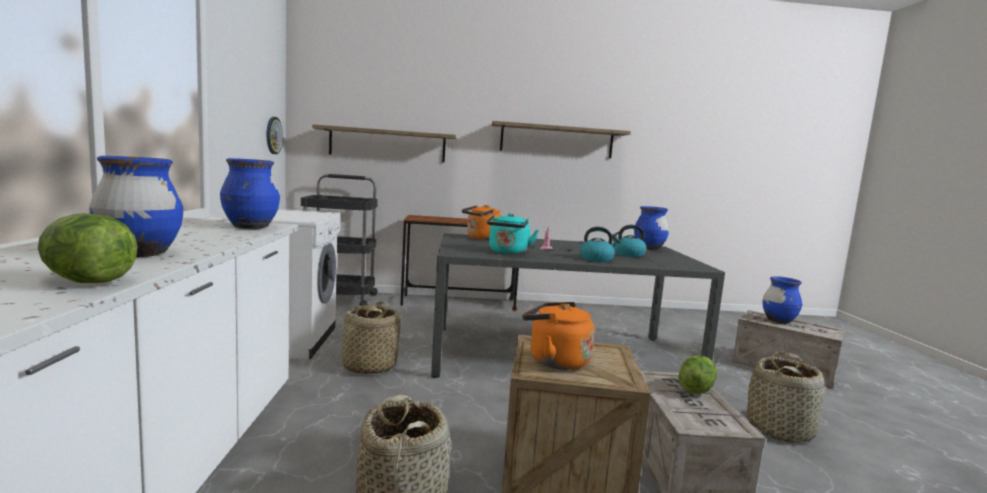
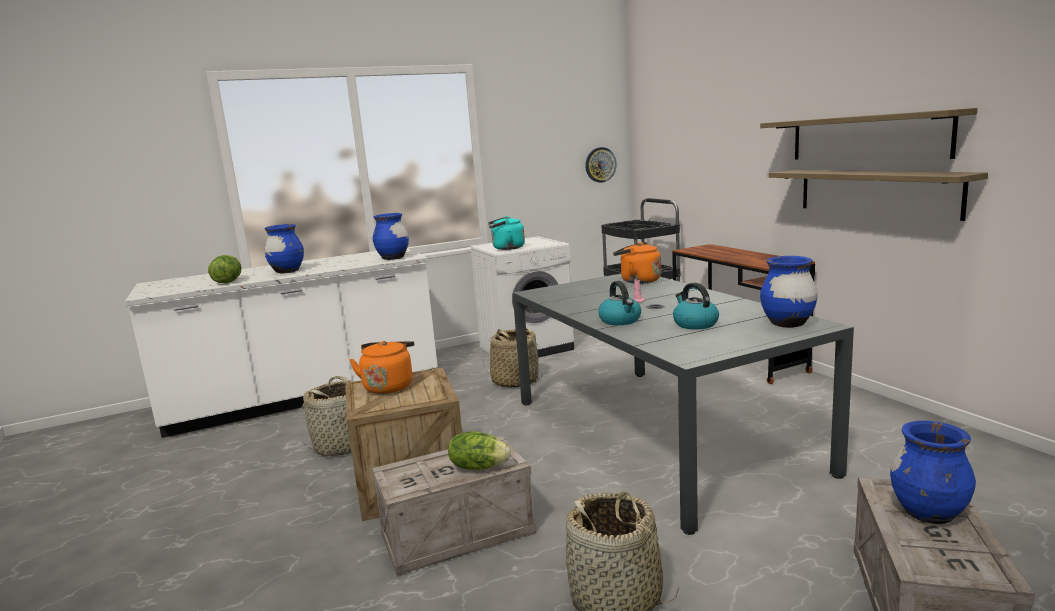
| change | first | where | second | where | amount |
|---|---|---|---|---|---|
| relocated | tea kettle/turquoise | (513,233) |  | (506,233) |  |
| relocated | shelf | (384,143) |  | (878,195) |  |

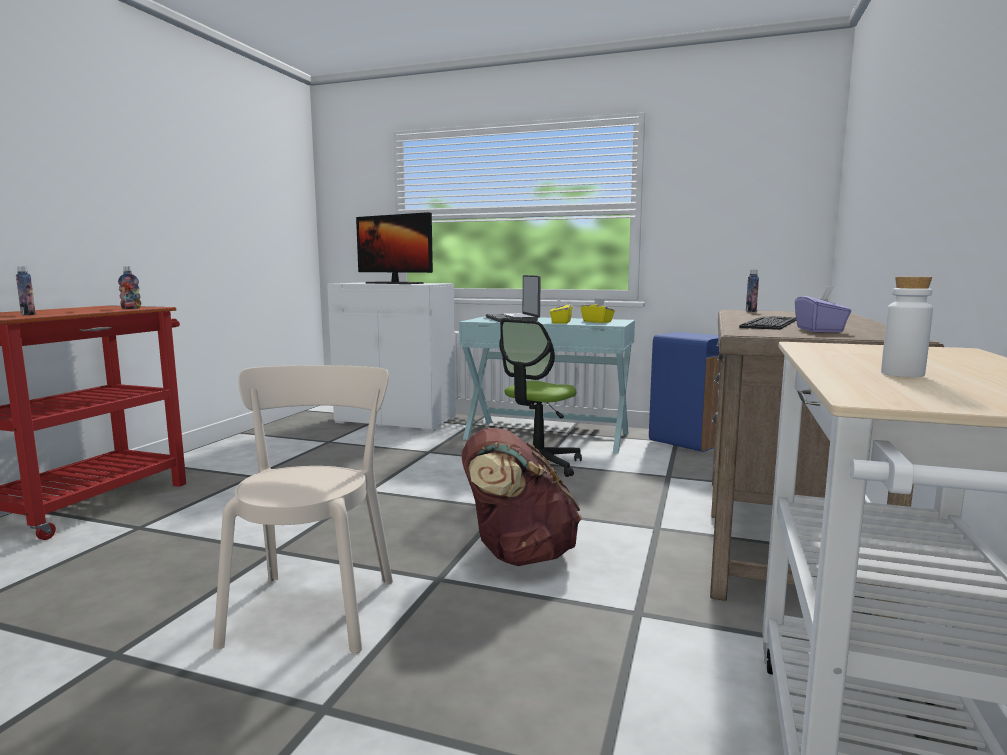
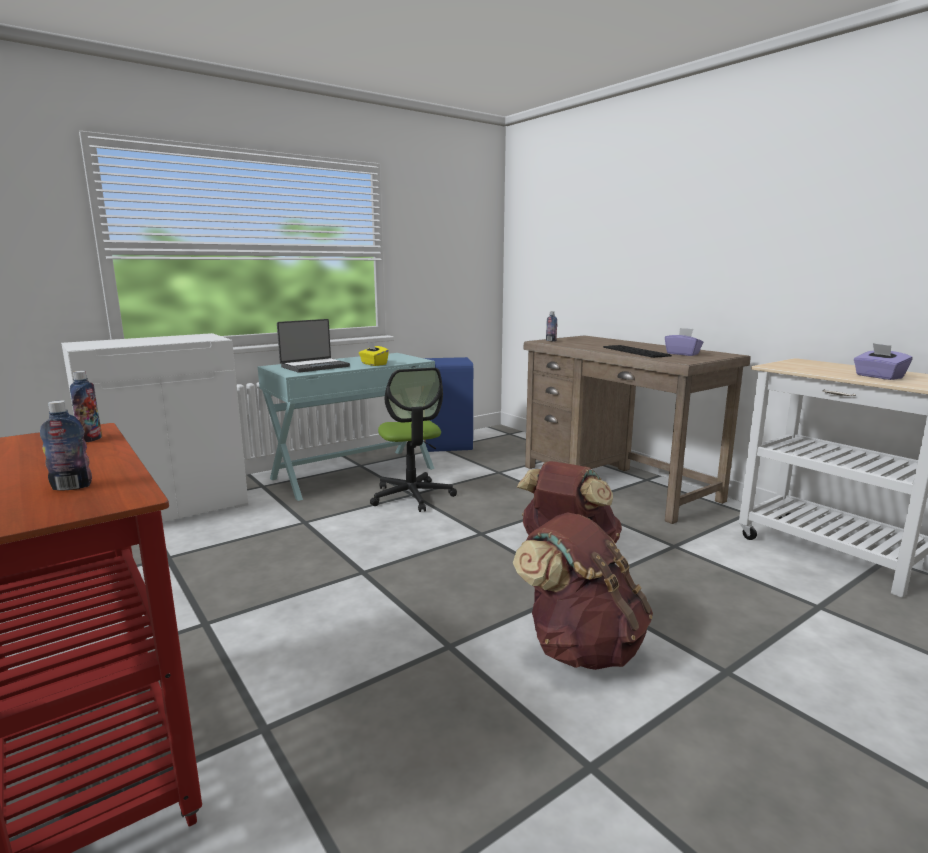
| change | first | where | second | where | amount |
|---|---|---|---|---|---|
| spun | portable computer | (513,298) |  | (313,346) | 60 degrees counterclockwise |
| exchanged | plain chair/beige-coloured | (303,509) | rucksack/brownish | (583,591) |  |
| exchanged | beverage bottle/white | (907,326) | tissue box/purplish | (883,361) |  |
| missing | computer screen | (394,248) |  |  |  |
| missing | tissue box/yellow-coloured | (598,310) |  |  |  |

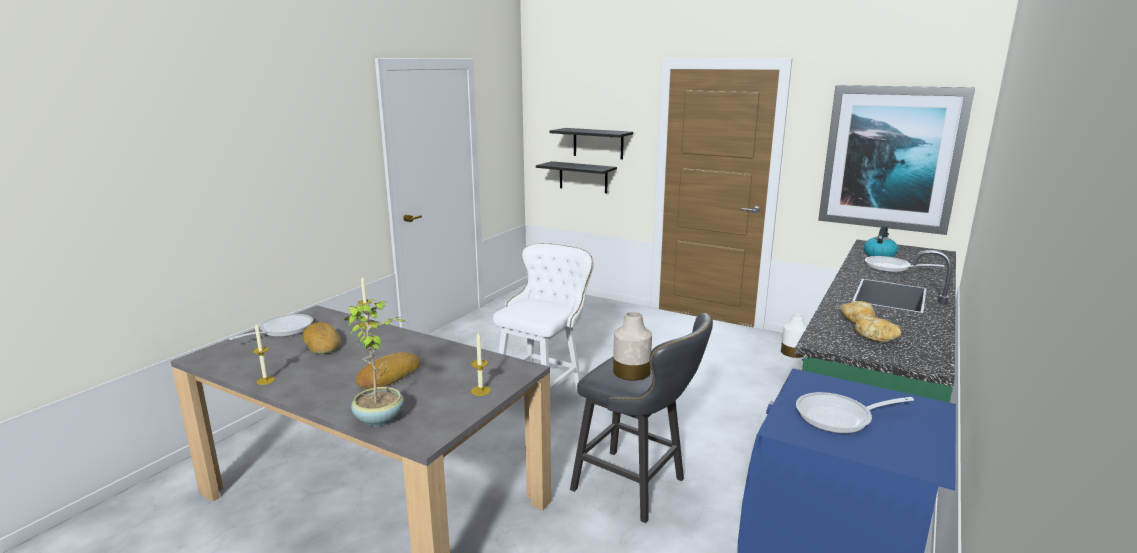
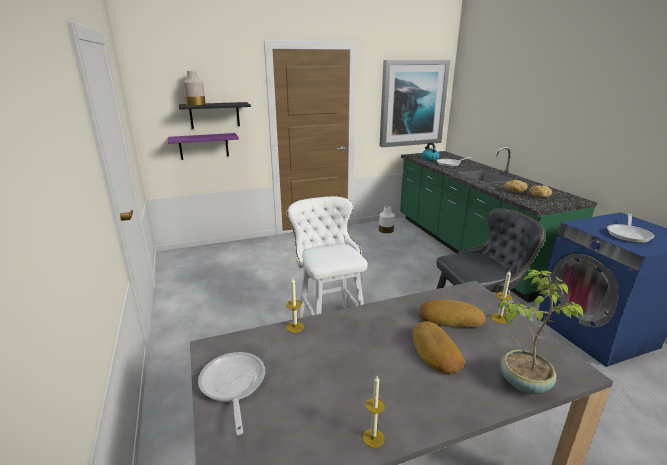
| change | first | where | second | where | amount |
|---|---|---|---|---|---|
| colour | shelf/black | (576,177) | shelf/purplish | (203,146) |  |
| relocated | decorative vase/beige-coloured | (632,346) |  | (194,88) |  |
| relocated | bread | (322,338) |  | (452,314) |  |

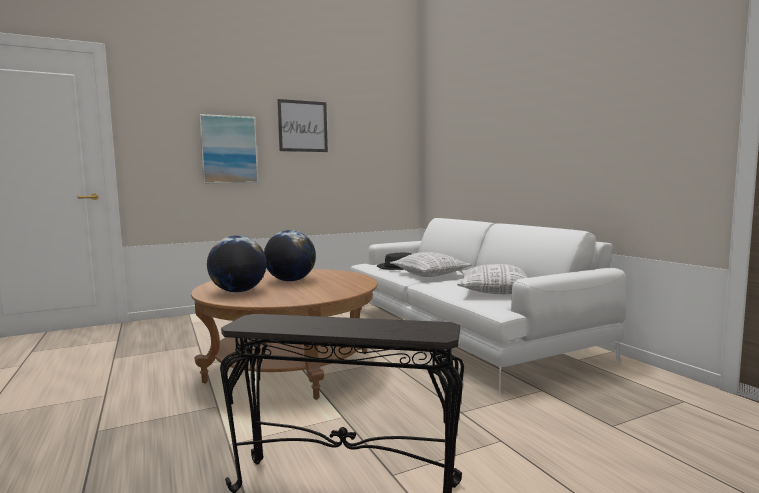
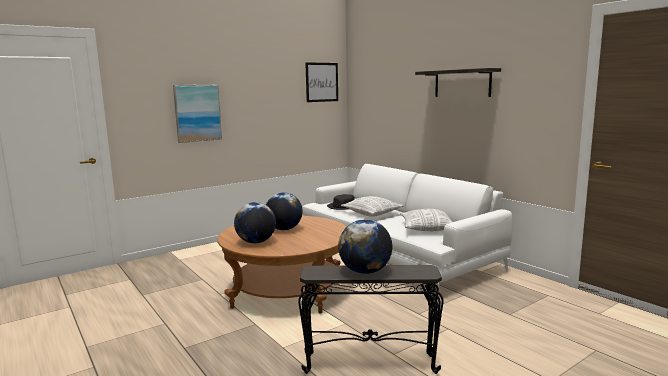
| change | first | where | second | where | amount |
|---|---|---|---|---|---|
| relocated | picture | (302,125) |  | (321,82) |  |
| appeared |  |  | desk globe | (365,246) |  |
| appeared |  |  | shelf | (458,82) |  |

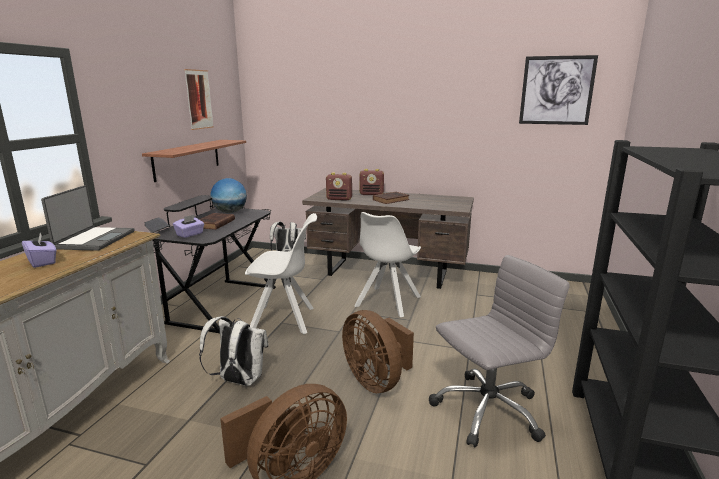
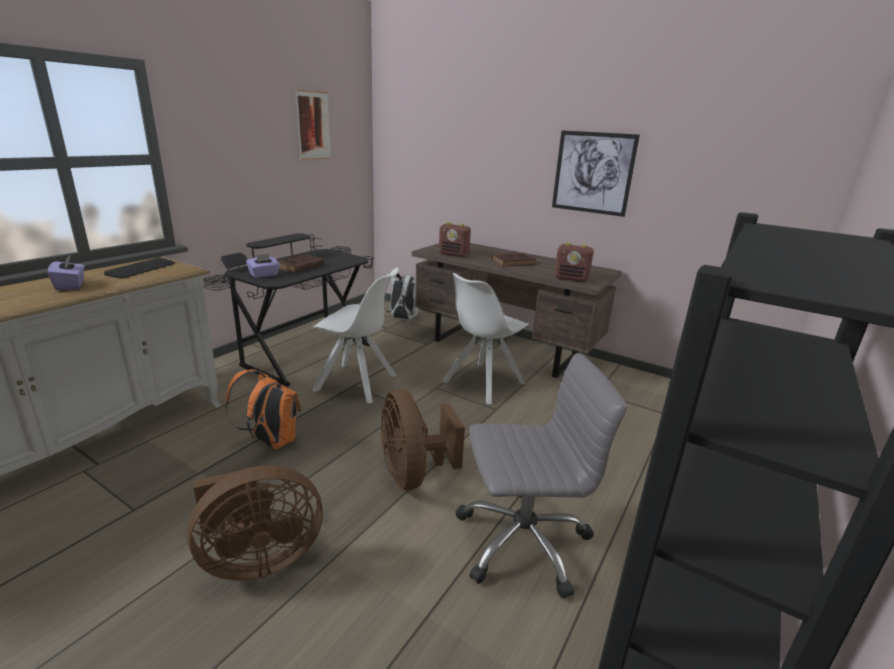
| change | first | where | second | where | amount |
|---|---|---|---|---|---|
| exchanged | portable computer | (88,218) | computer keyboard | (139,267) |  |
| colour | rucksack/white | (234,351) | rucksack/orange-coloured | (263,409) |  |
| relocated | picture | (558,90) |  | (596,173) |  |
| relocated | radio | (371,182) |  | (574,262) |  |
| missing | shelf | (194,161) |  |  |  |
| missing | desk globe | (228,195) |  |  |  |

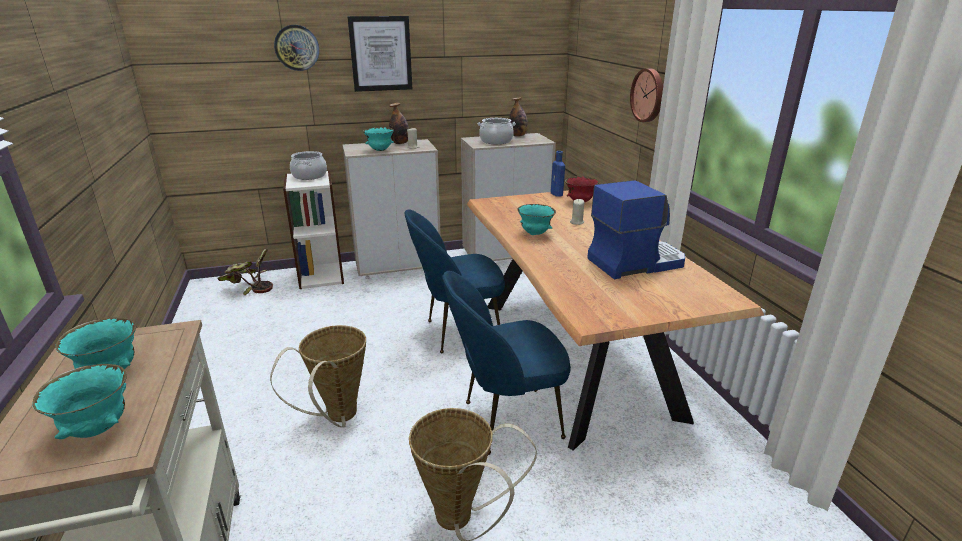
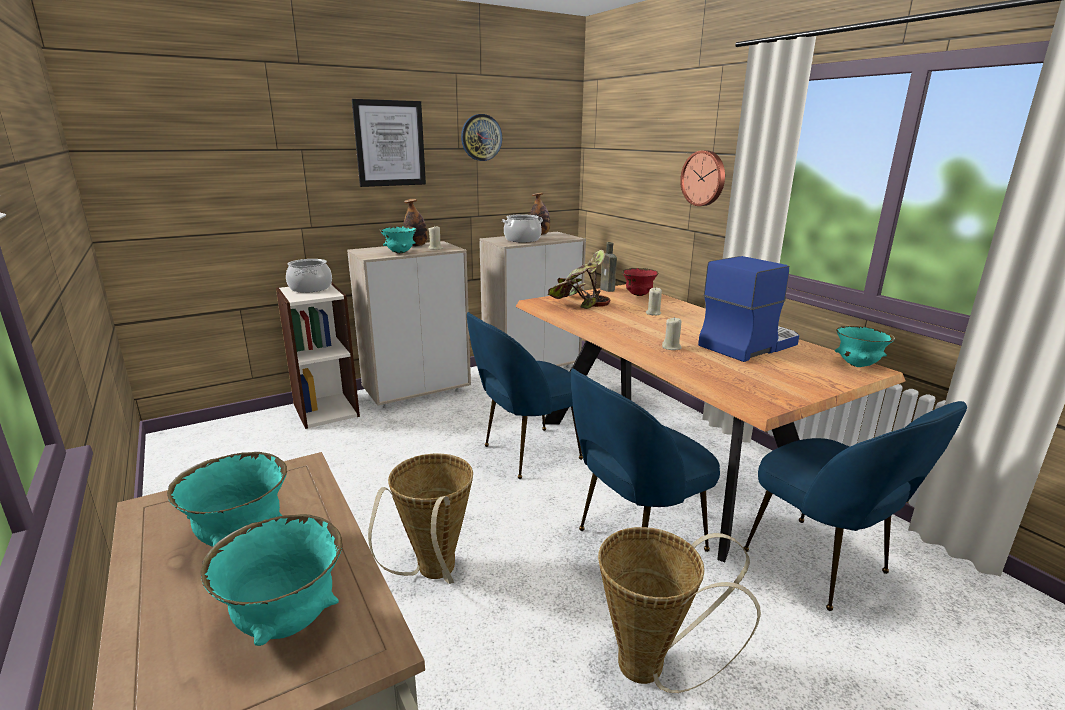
| change | first | where | second | where | amount |
|---|---|---|---|---|---|
| relocated | clock on the wall | (296,48) |  | (481,137) |  |
| relocated | houseplant | (245,272) |  | (579,279) |  |
| colour | beverage bottle/bluish | (558,174) | beverage bottle/brownish | (608,267) |  |
| appeared |  |  | wax candle/beige-coloured | (672,333) |  |
| appeared |  |  | plain chair/bluish | (855,506) |  |
| relocated | serving bowl/turquoise | (536,219) |  | (865,346) |  |

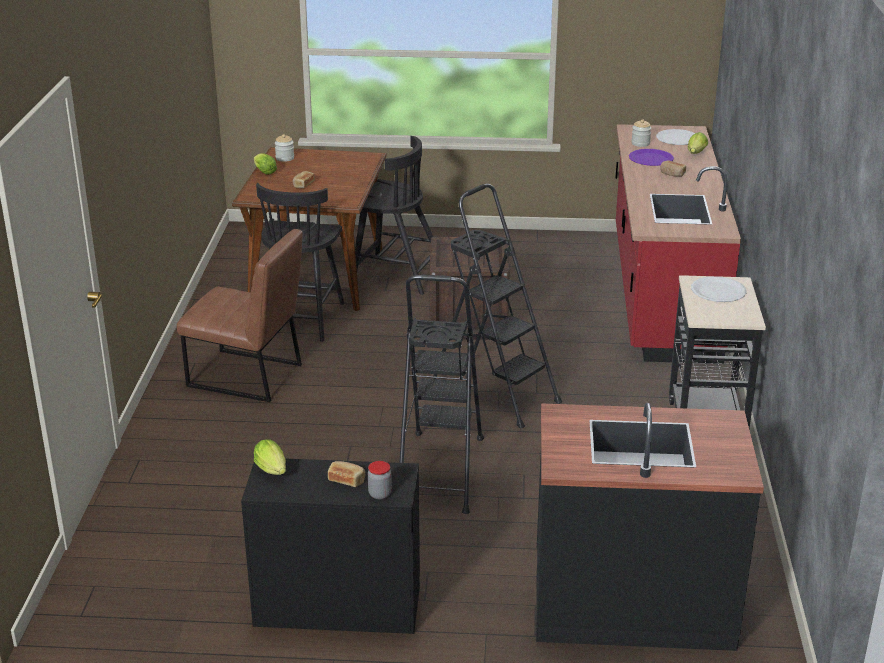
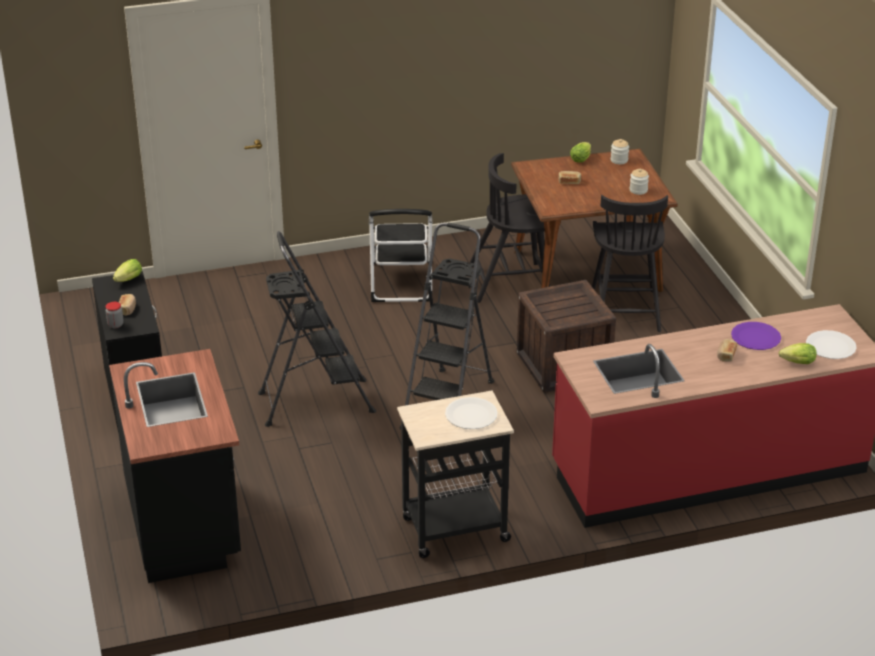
| change | first | where | second | where | amount |
|---|---|---|---|---|---|
| exchanged | plain chair/brownish | (240,315) | step stool | (401,255) |  |
| relocated | storage jar | (641,133) |  | (639,181) |  |

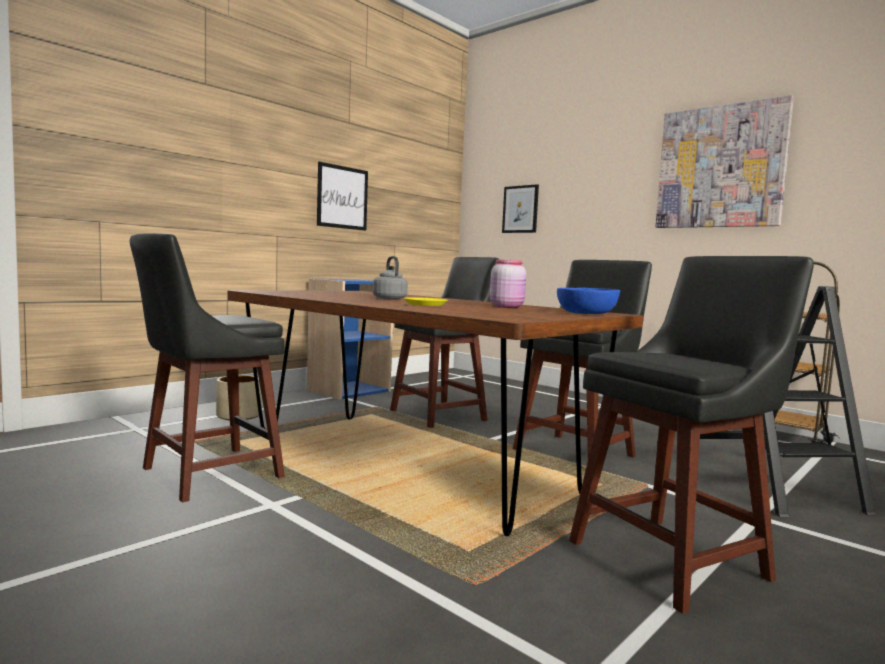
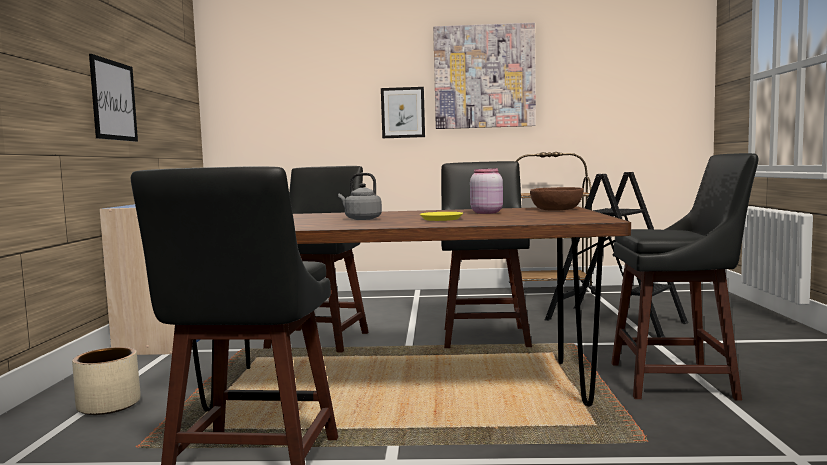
| change | first | where | second | where | amount |
|---|---|---|---|---|---|
| relocated | picture | (520,208) |  | (403,112) |  |
| colour | serving bowl/bluish | (588,301) | serving bowl/brownish | (556,199) |  |
| spun | plain chair/black | (691,435) |  | (684,276) | 75 degrees clockwise |

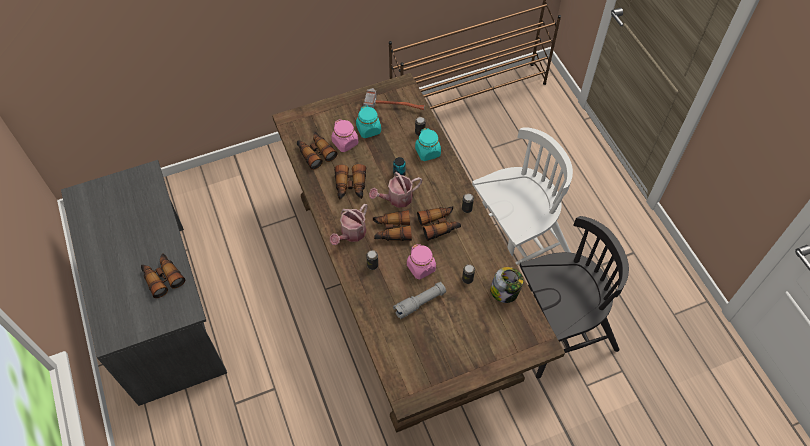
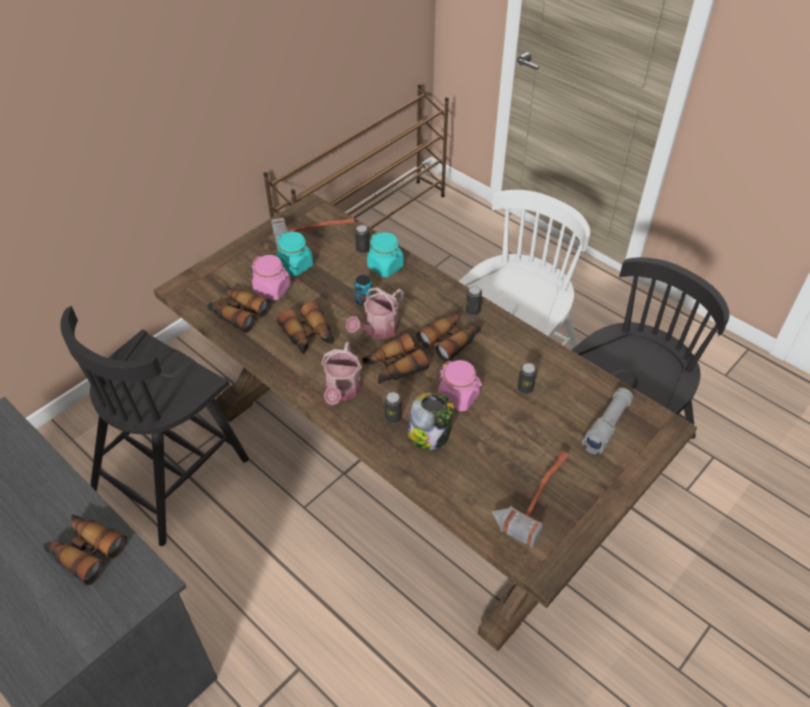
| change | first | where | second | where | amount |
|---|---|---|---|---|---|
| appeared |  |  | plain chair/black | (154,426) |  |
| relocated | storage jar | (506,285) |  | (431,421) |  |
| appeared |  |  | hand hammer | (530,499) |  |
| relocated | hand torch/greyish | (419,300) |  | (607,421) |  |

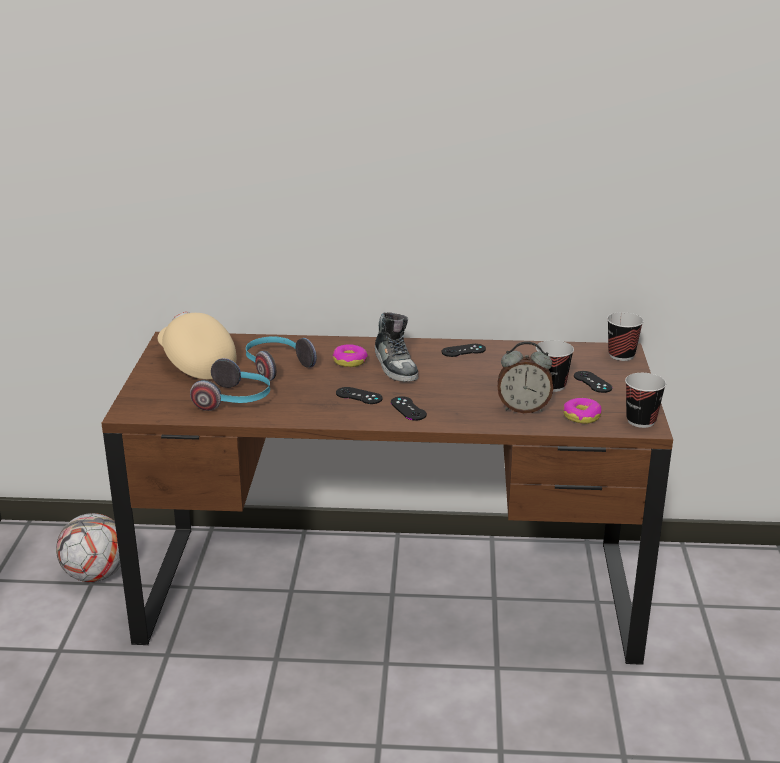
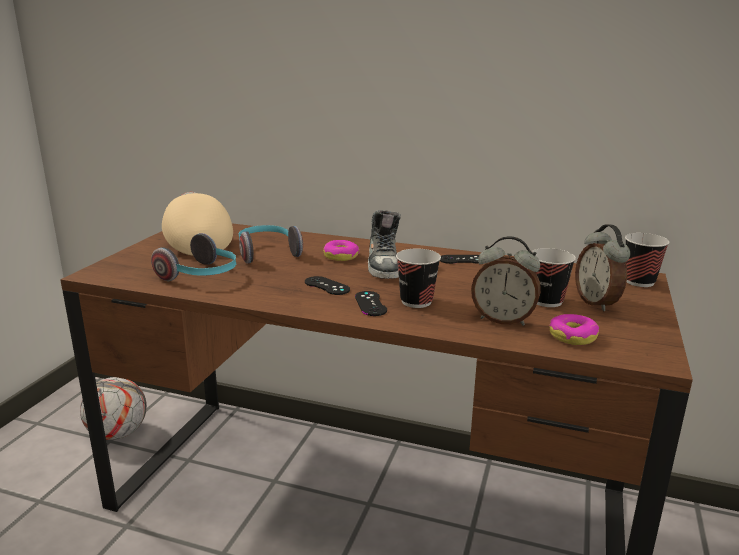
| change | first | where | second | where | amount |
|---|---|---|---|---|---|
| relocated | drinking cup | (645,400) |  | (418,278) |  |
| exchanged | game controller/black | (593,382) | alarm clock | (602,268) |  |

